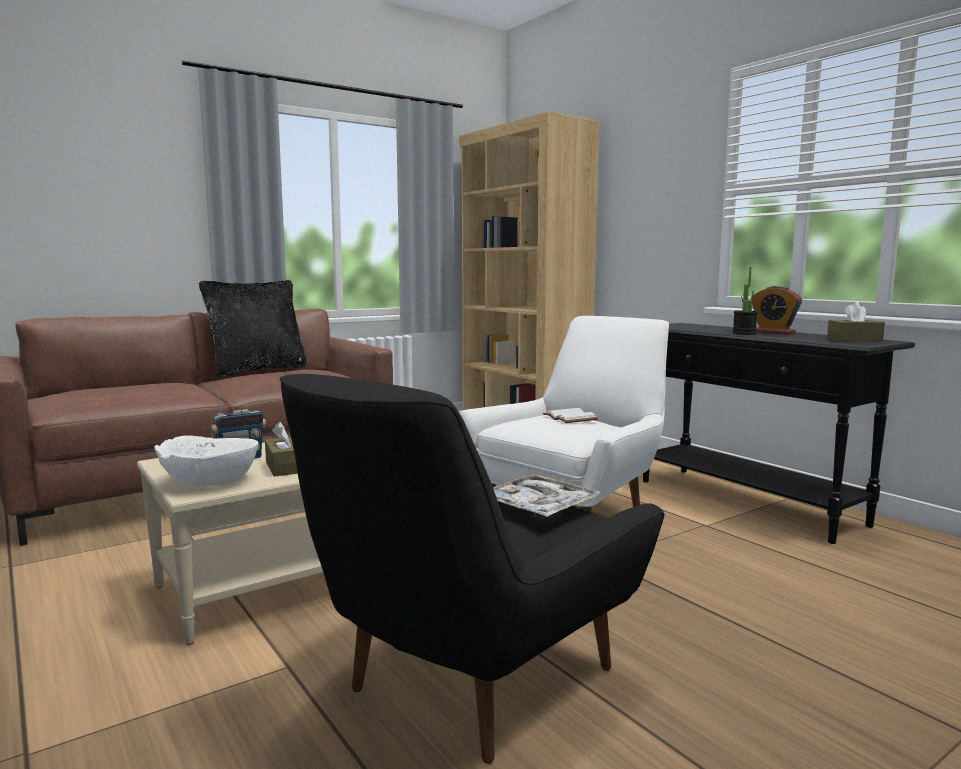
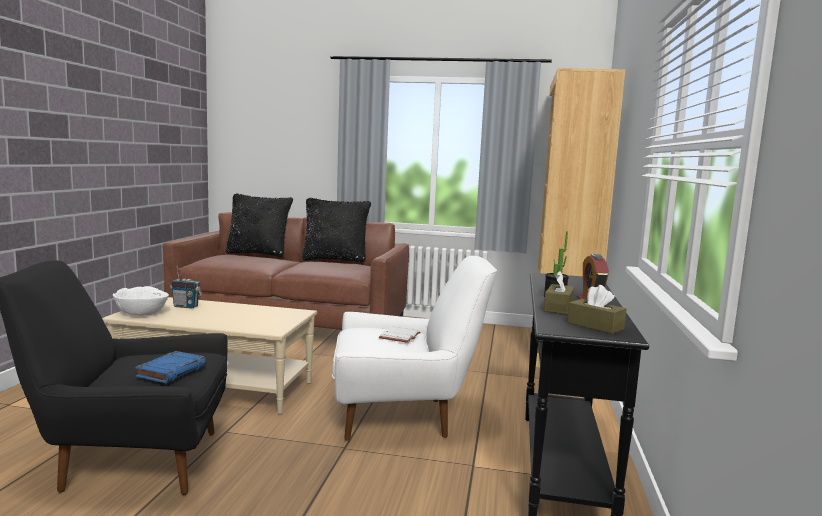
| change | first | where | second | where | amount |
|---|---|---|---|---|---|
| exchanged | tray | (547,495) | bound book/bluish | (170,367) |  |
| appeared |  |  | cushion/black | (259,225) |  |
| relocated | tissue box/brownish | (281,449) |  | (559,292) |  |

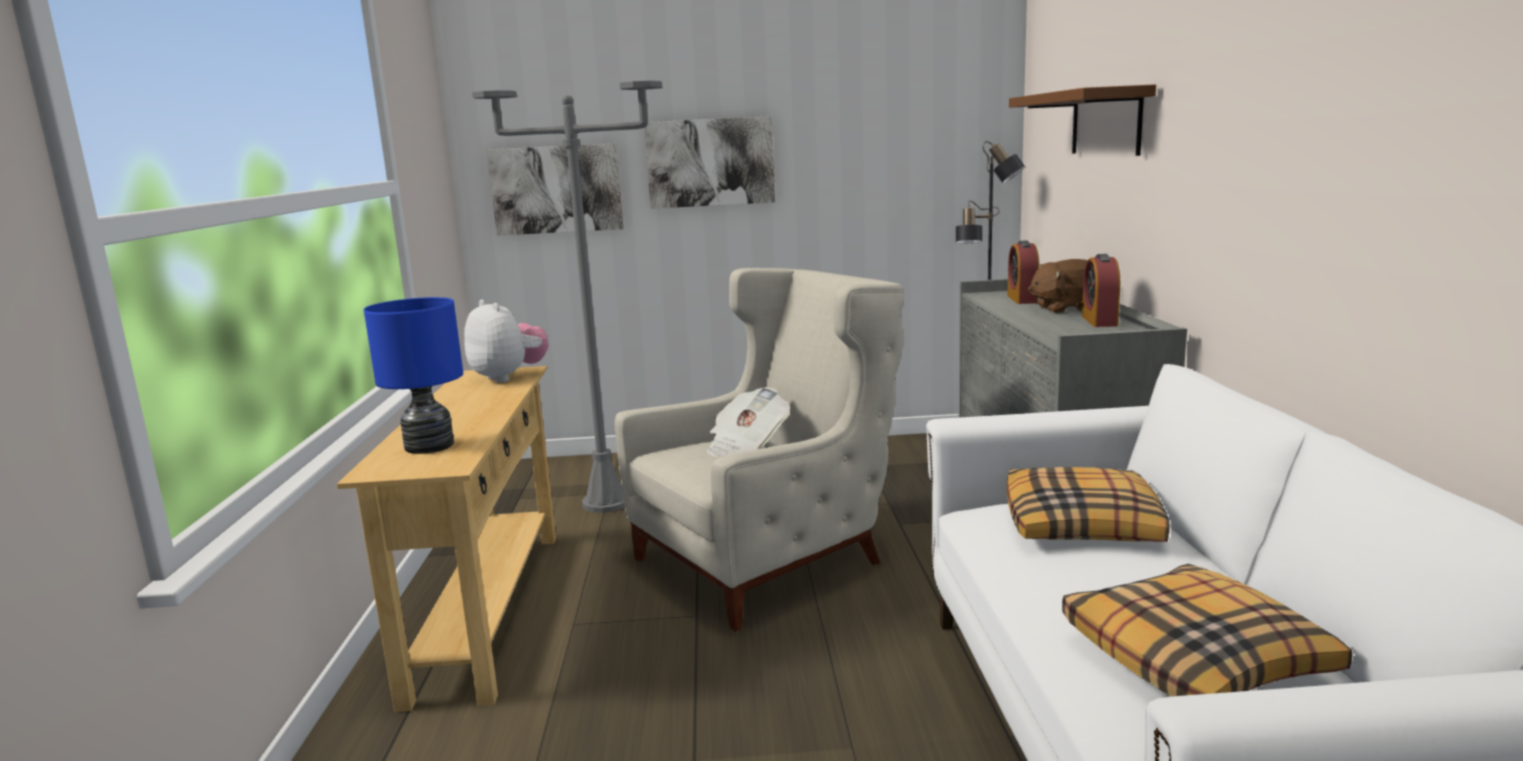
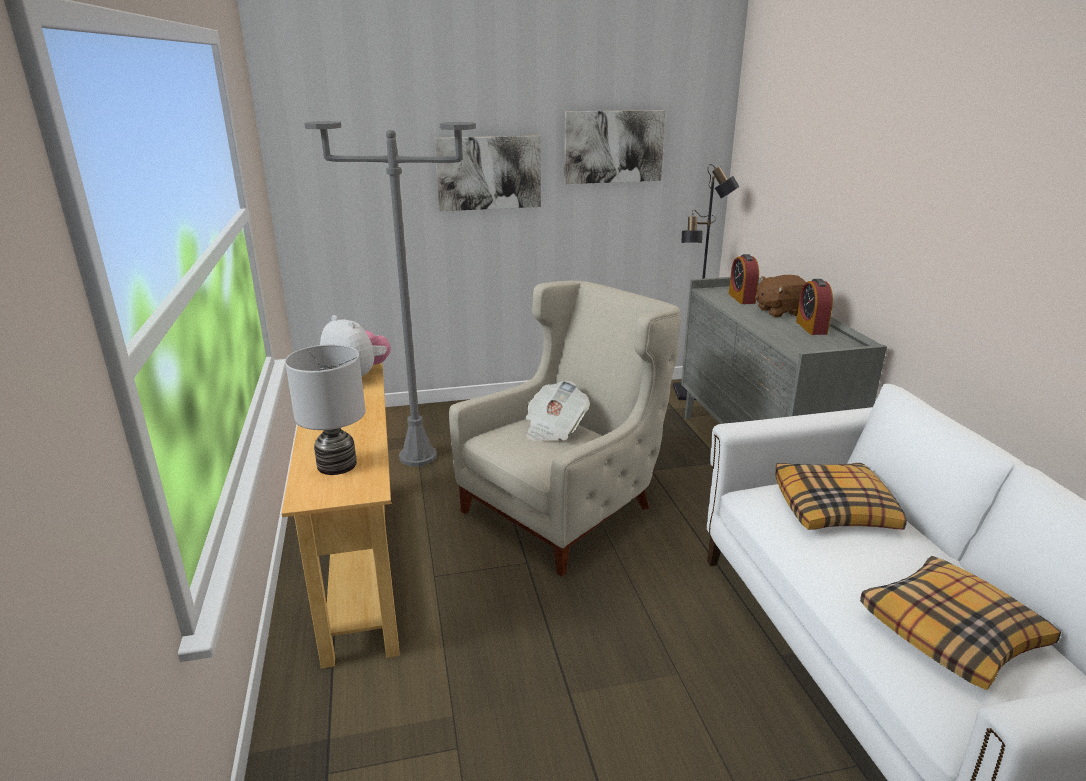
| change | first | where | second | where | amount |
|---|---|---|---|---|---|
| colour | table lamp/bluish | (413,375) | table lamp/greyish | (325,409) |  |
| relocated | picture | (555,189) |  | (615,147) |  |
| missing | shelf/brownish | (1082,120) |  |  |  |

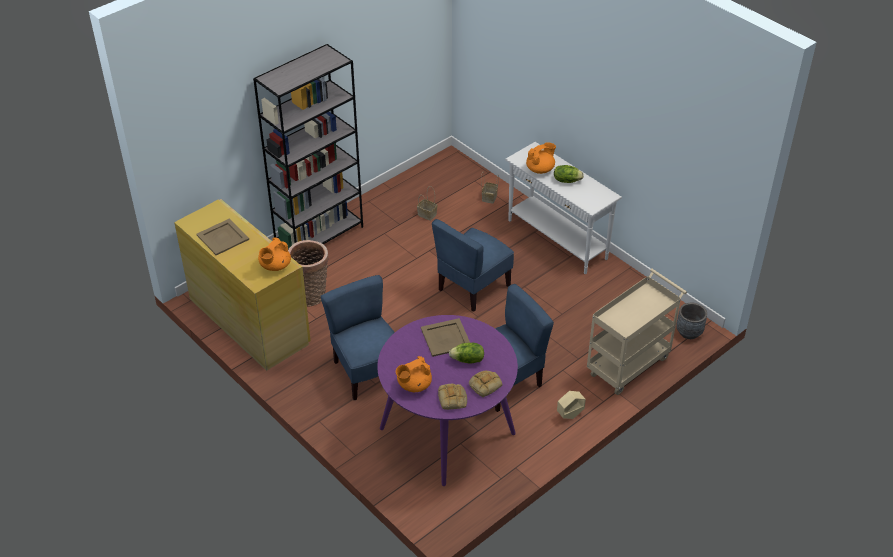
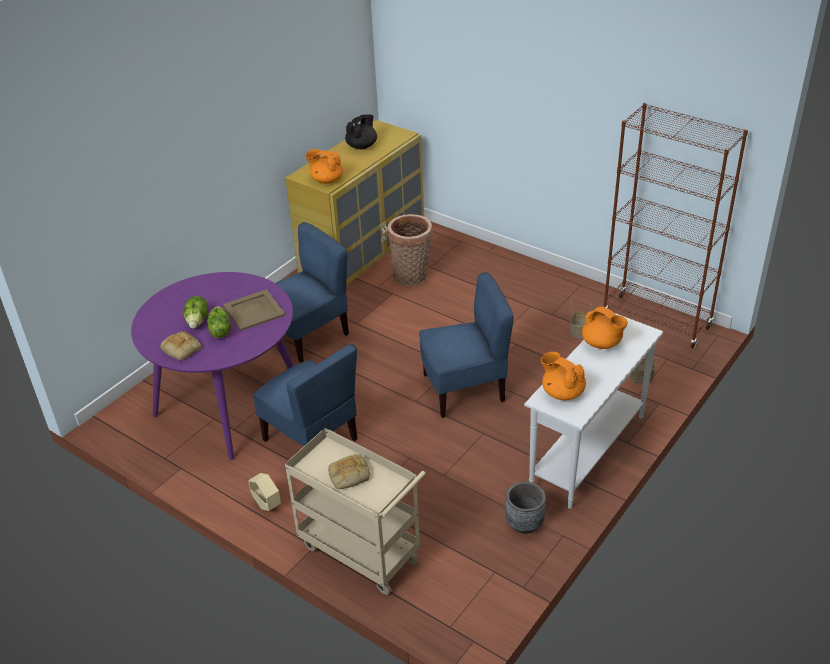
| change | first | where | second | where | amount |
|---|---|---|---|---|---|
| relocated | lettuce | (569,174) |  | (195,312) |  |
| relocated | bread | (452,397) |  | (349,471) |  |
| exchanged | tray/beige-coloured | (222,236) | teapot/black | (361,131) |  |
| spun | plain chair/bluish | (473,265) |  | (466,345) | 135 degrees clockwise |
| relocated | plant pot/greyish | (691,321) |  | (525,508) |  |
| relocated | teapot/orange-coloured | (414,374) |  | (563,376) |  |
| appeared |  |  | bookshelf/brownish | (675,225) |  |
| missing | bookshelf/greyish | (308,146) |  |  |  |

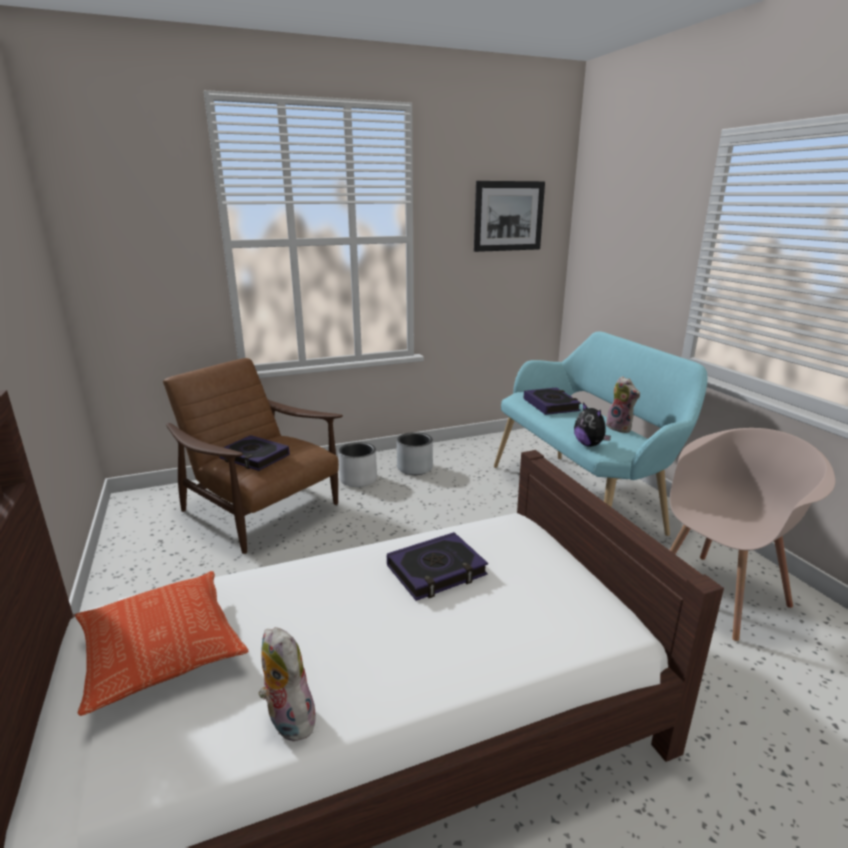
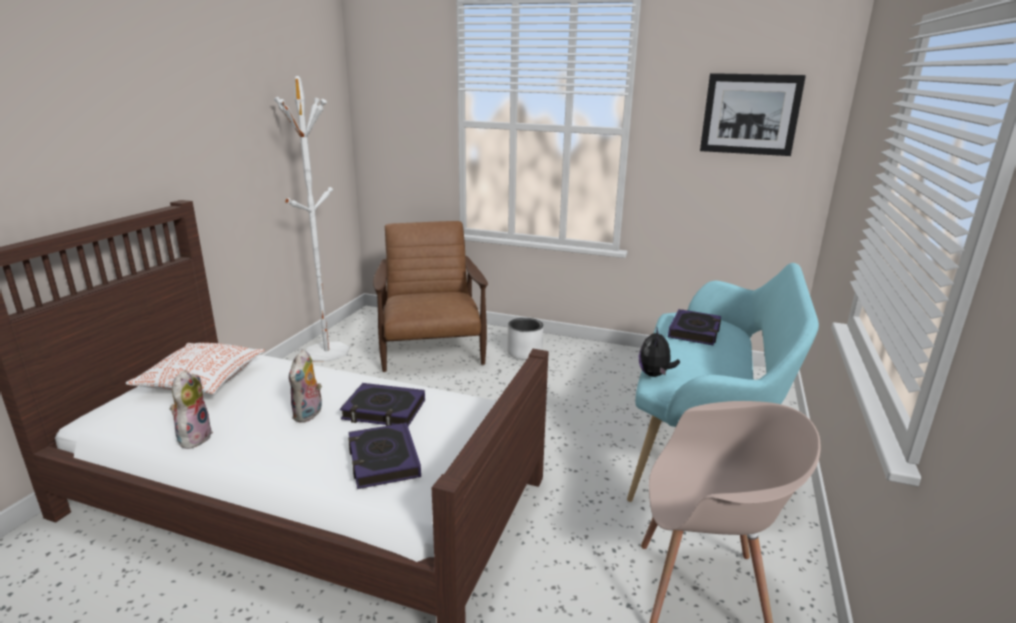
| change | first | where | second | where | amount |
|---|---|---|---|---|---|
| colour | cushion/orange-coloured | (161,643) | cushion/white | (195,368) |  |
| appeared |  |  | garment stand/white | (312,218) |  |
| relocated | cuddly toy | (623,404) |  | (305,386) |  |
| relocated | bound book | (254,453) |  | (384,456) |  |
| missing | plant pot/greyish | (415,453) |  |  |  |

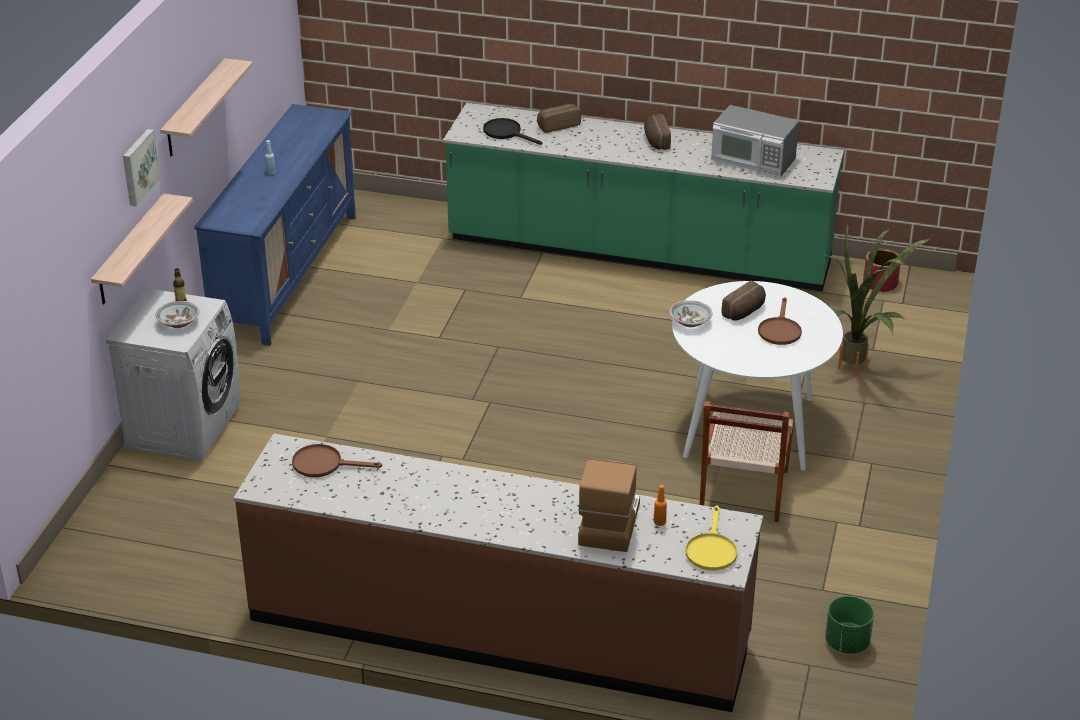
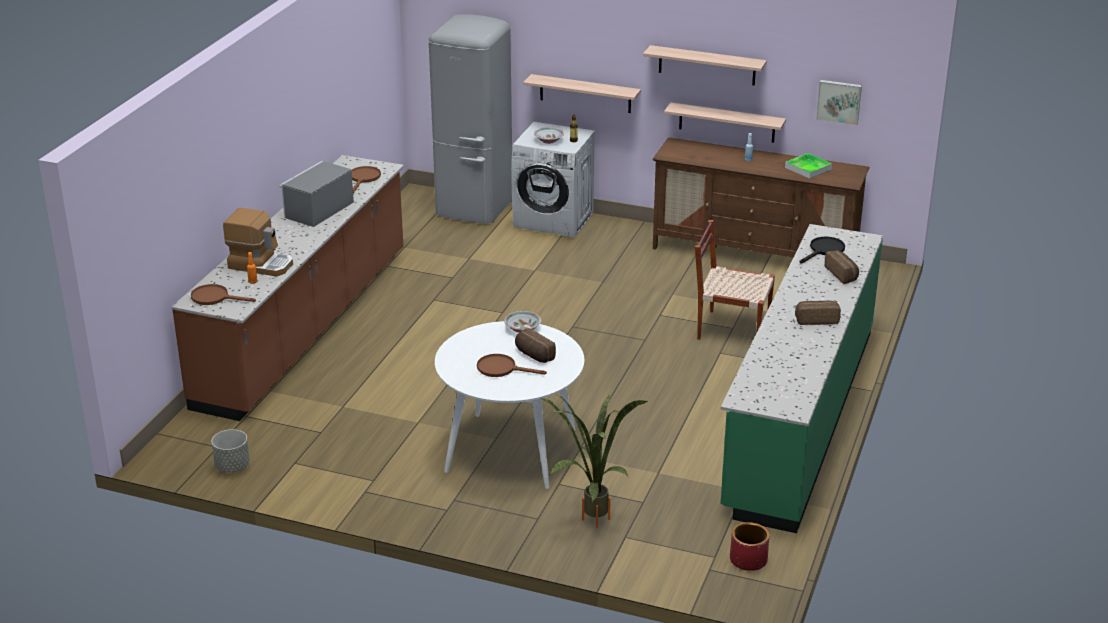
| change | first | where | second | where | amount |
|---|---|---|---|---|---|
| colour | pan/yellow-coloured | (711,537) | pan/brownish | (223,294) |  |
| colour | plant pot/greenish | (849,625) | plant pot/greyish | (230,450) |  |
| relocated | microwave oven | (755,141) |  | (316,194) |  |
| appeared |  |  | kitchen fridge/greyish | (470,119) |  |
| colour | drawer chest/bluish | (275,225) | drawer chest/brownish | (761,198) |  |
| appeared |  |  | shelf | (725,123) |  |
| relocated | plain chair | (747,461) |  | (735,280) |  |
| appeared |  |  | tray | (808,166) |  |
| relocated | picture | (141,168) |  | (839,102) |  |

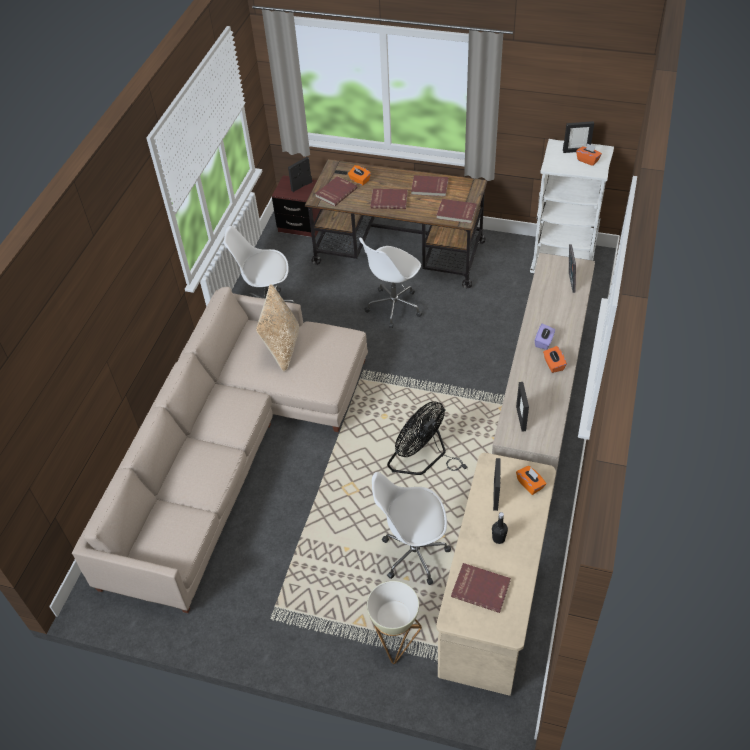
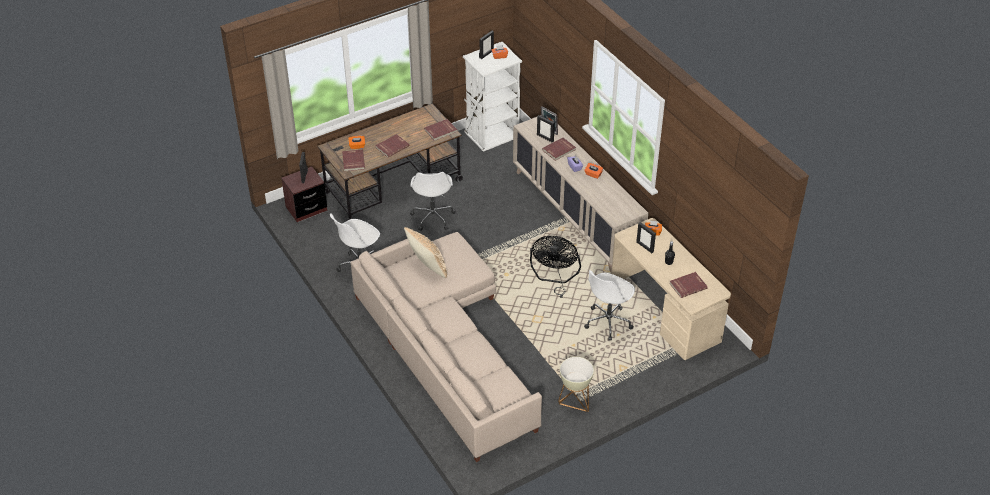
| change | first | where | second | where | amount |
|---|---|---|---|---|---|
| spun | cooling fan/black | (427,438) |  | (555,267) | 105 degrees clockwise |
| relocated | standing frame | (522,407) |  | (546,129) |  |
| relocated | bound book/reddish | (429,186) |  | (559,149) |  |
| relocated | plant pot | (394,622) |  | (576,384) |  |

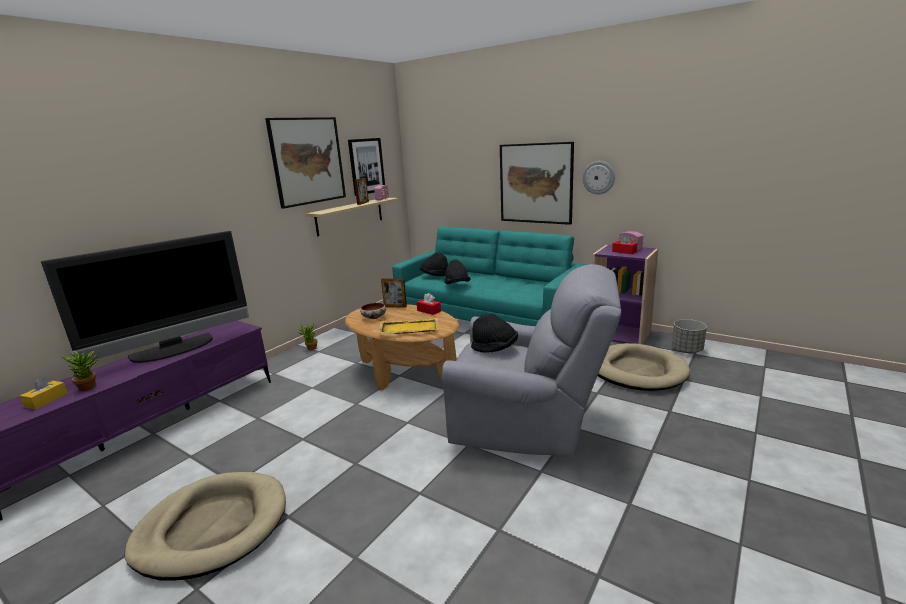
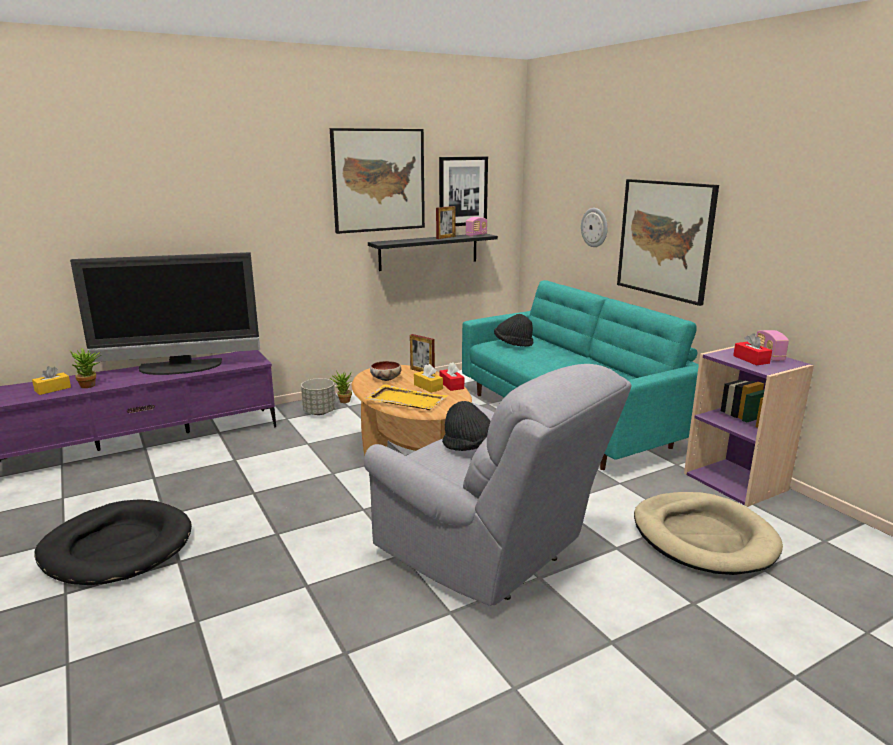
| change | first | where | second | where | amount |
|---|---|---|---|---|---|
| colour | pet bed/beige-coloured | (205,526) | pet bed/black | (113,542) |  |
| relocated | plant pot/greyish | (689,336) |  | (318,396) |  |
| colour | shelf/beige-coloured | (352,217) | shelf/black | (433,252) |  |
| appeared |  |  | tissue box/yellow-coloured | (428,378) |  |
| relocated | clock on the wall | (598,177) |  | (594,227) |  |
| missing | hat/black | (457,272) |  |  |  |

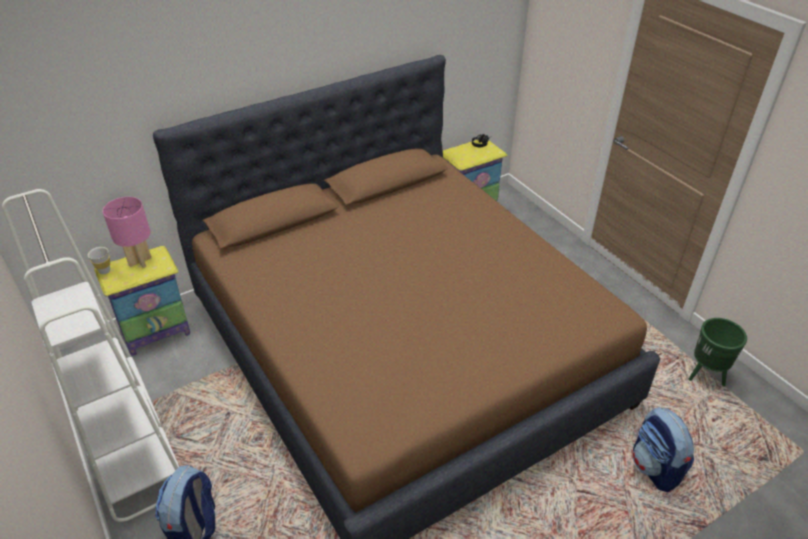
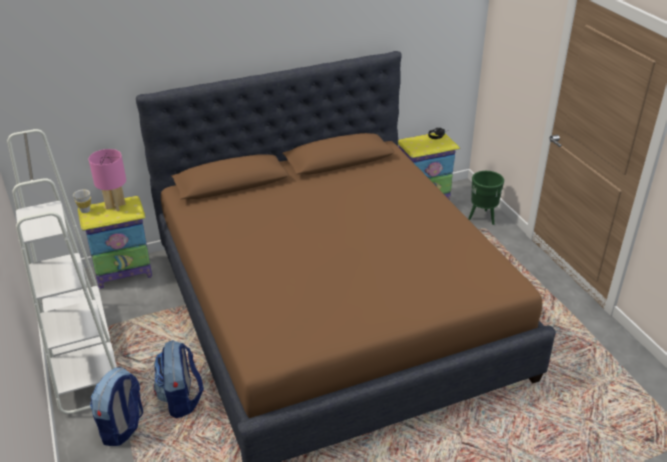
| change | first | where | second | where | amount |
|---|---|---|---|---|---|
| relocated | rucksack | (663,449) |  | (179,379) |  |
| relocated | plant pot/greenish | (717,352) |  | (486,198) |  |

